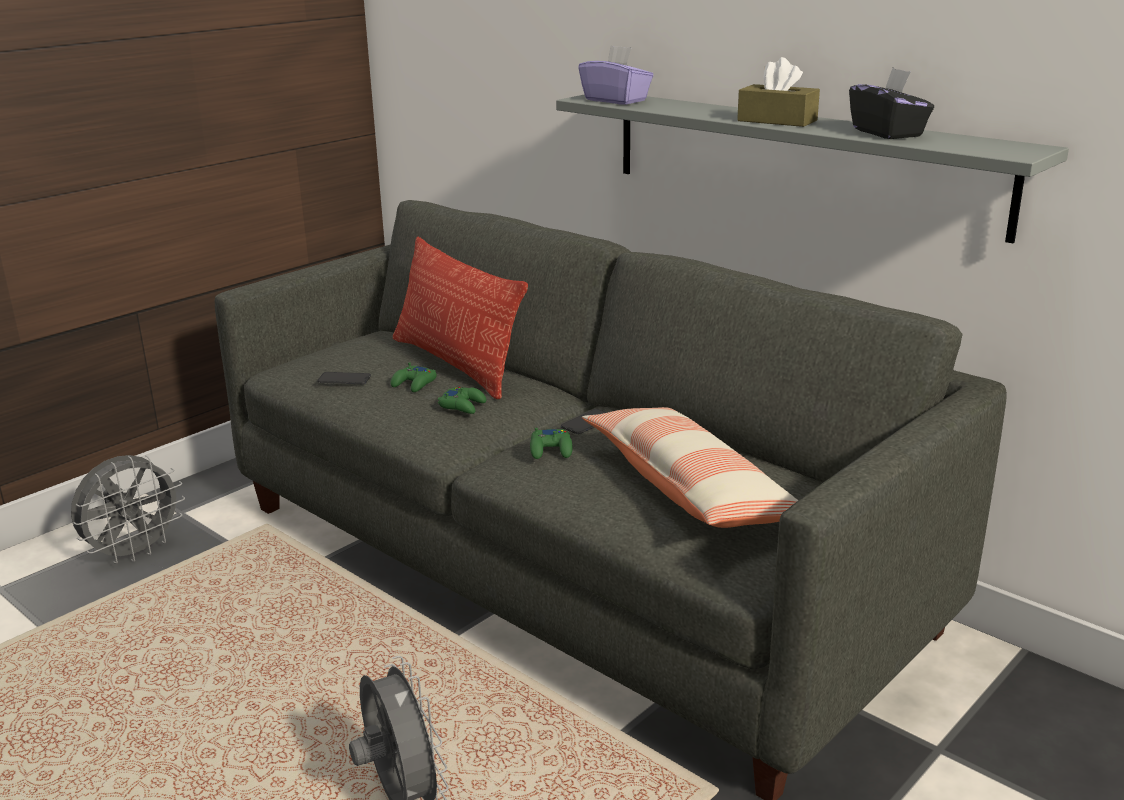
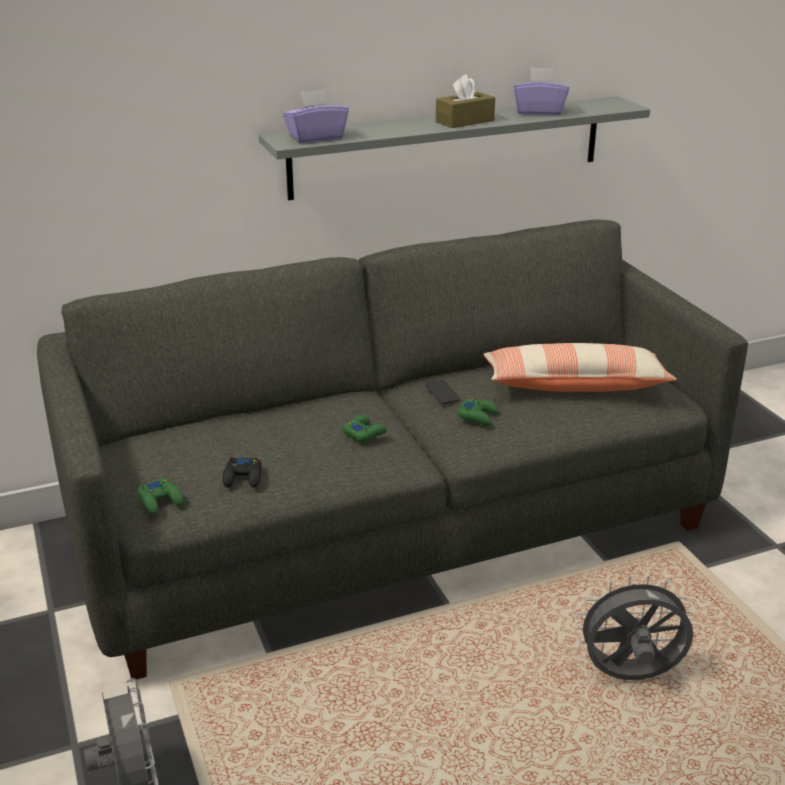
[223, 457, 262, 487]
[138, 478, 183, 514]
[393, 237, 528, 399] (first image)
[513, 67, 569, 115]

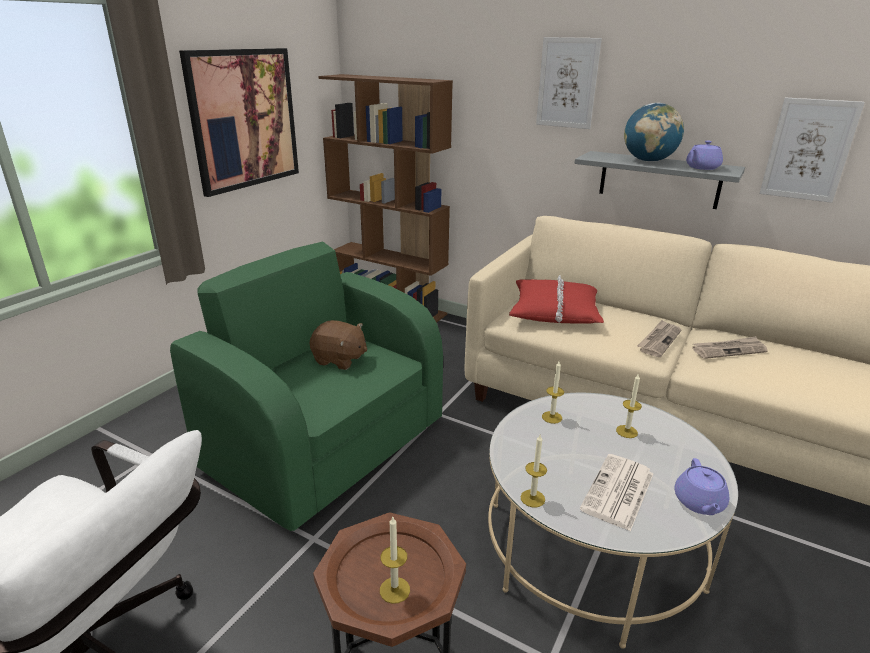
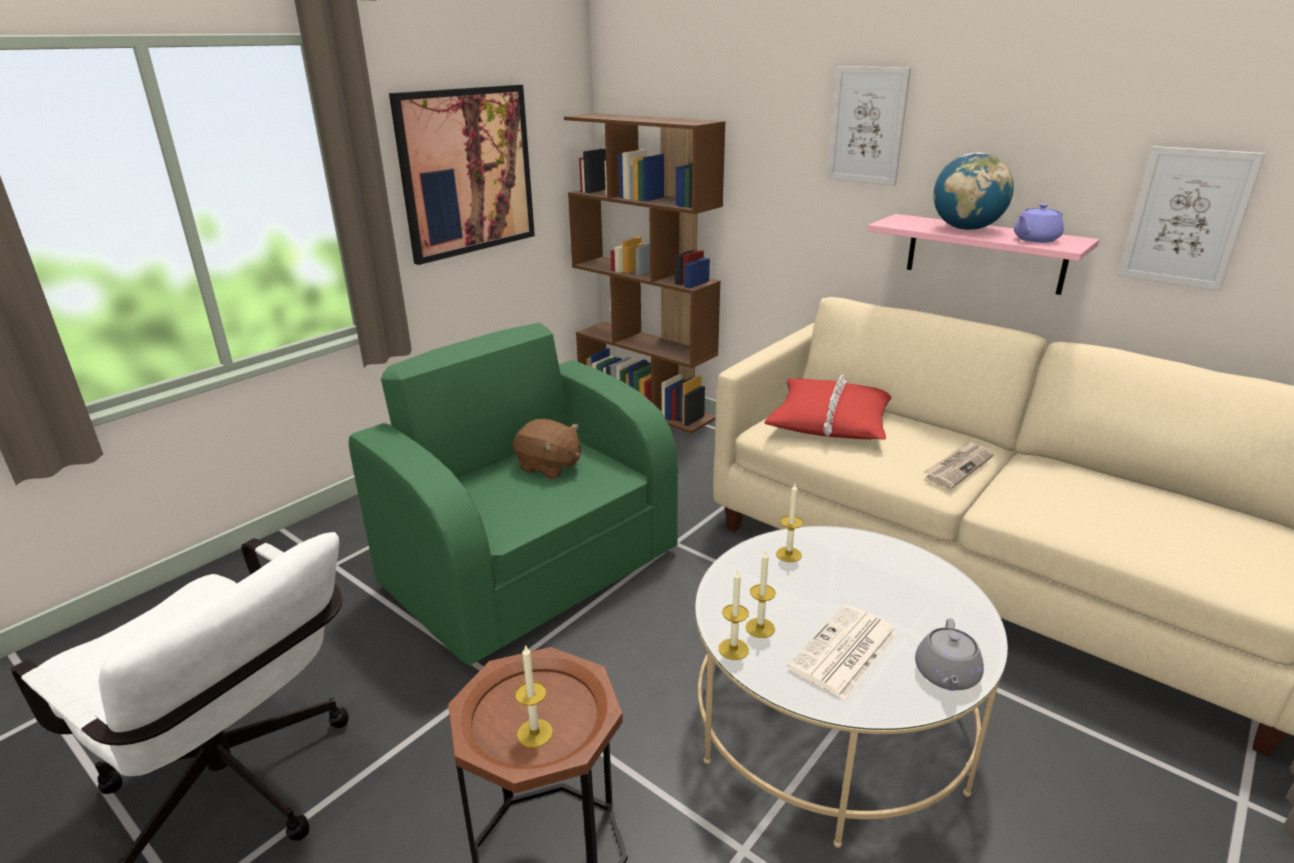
[867, 214, 1099, 295]
[746, 551, 776, 638]
[915, 618, 984, 691]
[692, 336, 768, 359] (first image)

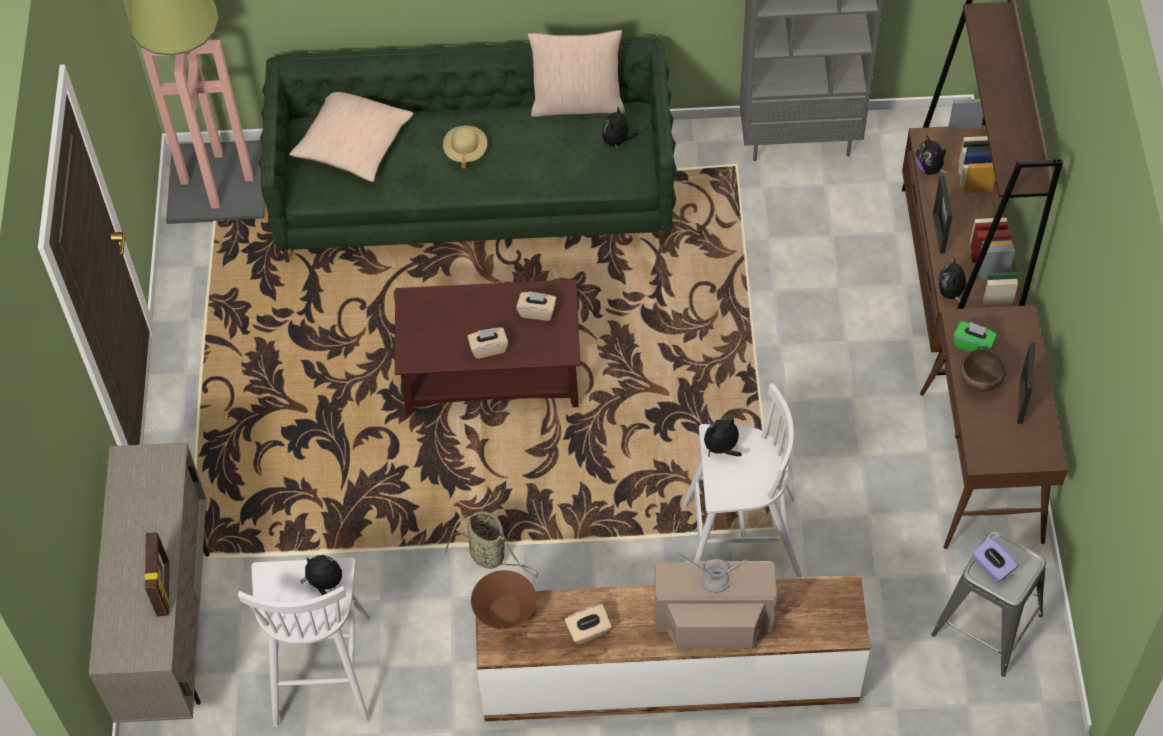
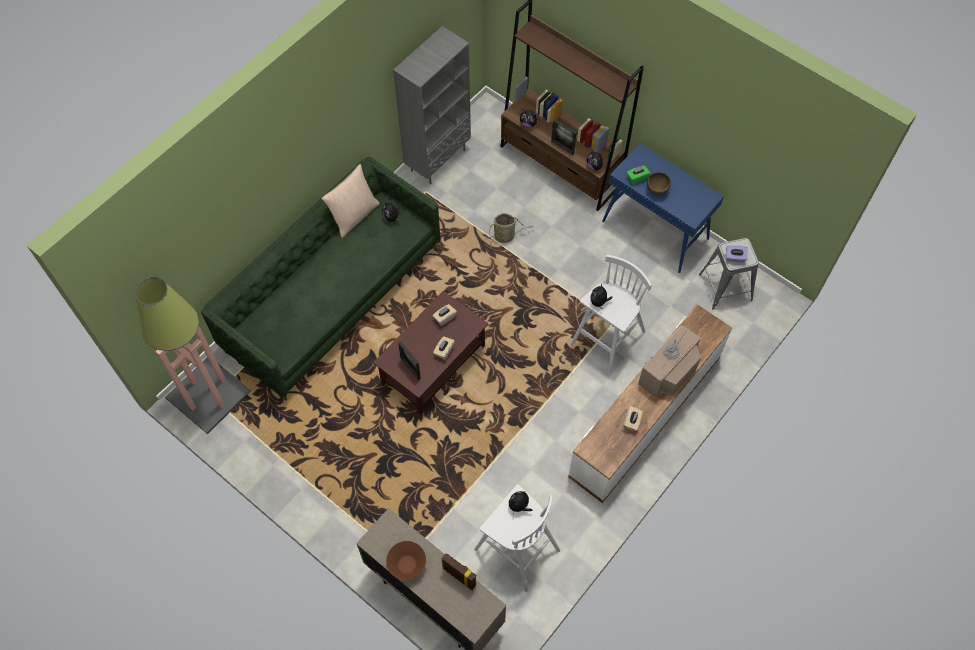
[289, 92, 413, 182] (first image)
[443, 126, 487, 169] (first image)
[484, 213, 533, 248]
[386, 541, 426, 580]
[602, 143, 724, 273]
[398, 341, 421, 380]

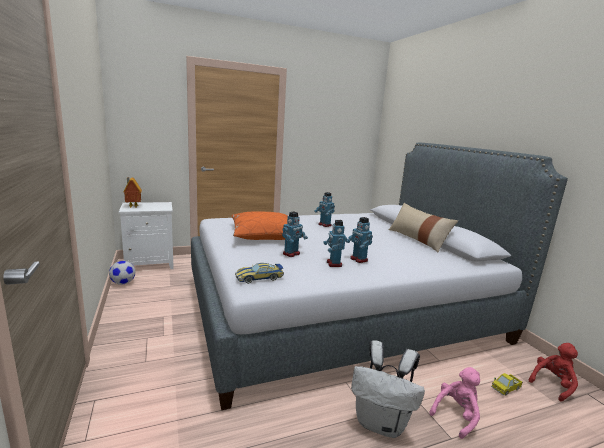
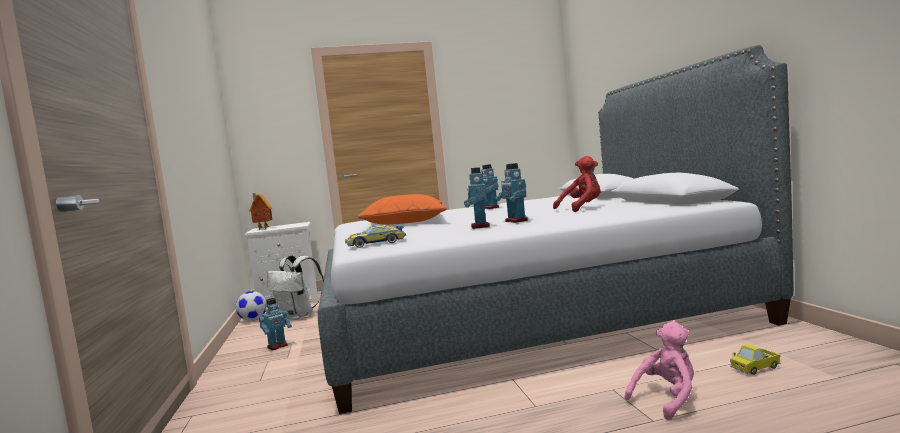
[259, 298, 292, 350]
[267, 256, 324, 320]
[389, 203, 458, 253] (first image)
[553, 156, 601, 212]

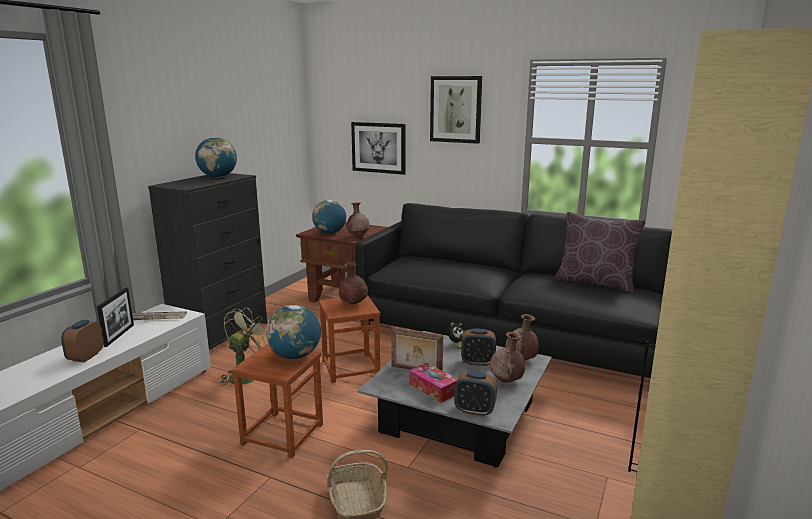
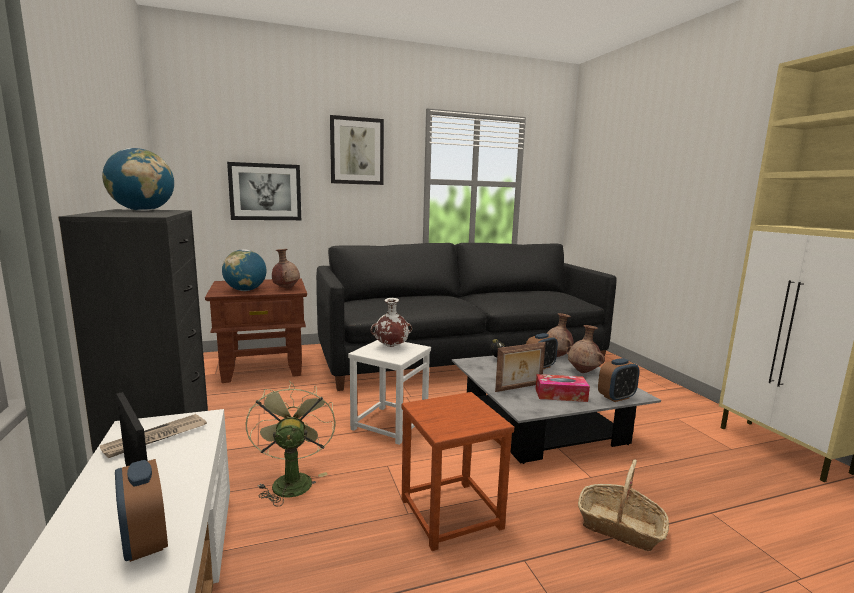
[266, 305, 321, 359] (first image)
[348, 340, 431, 445]
[371, 298, 412, 347]
[555, 212, 646, 292] (first image)

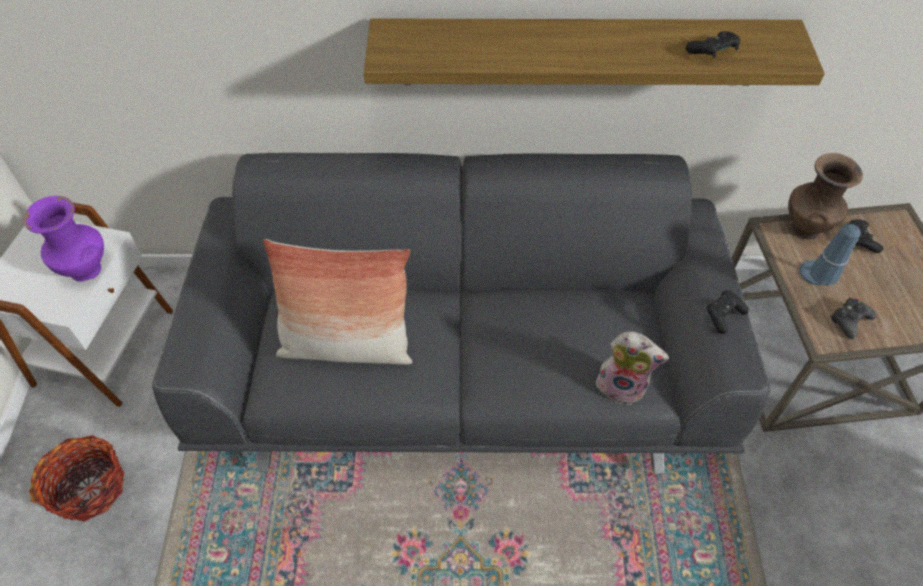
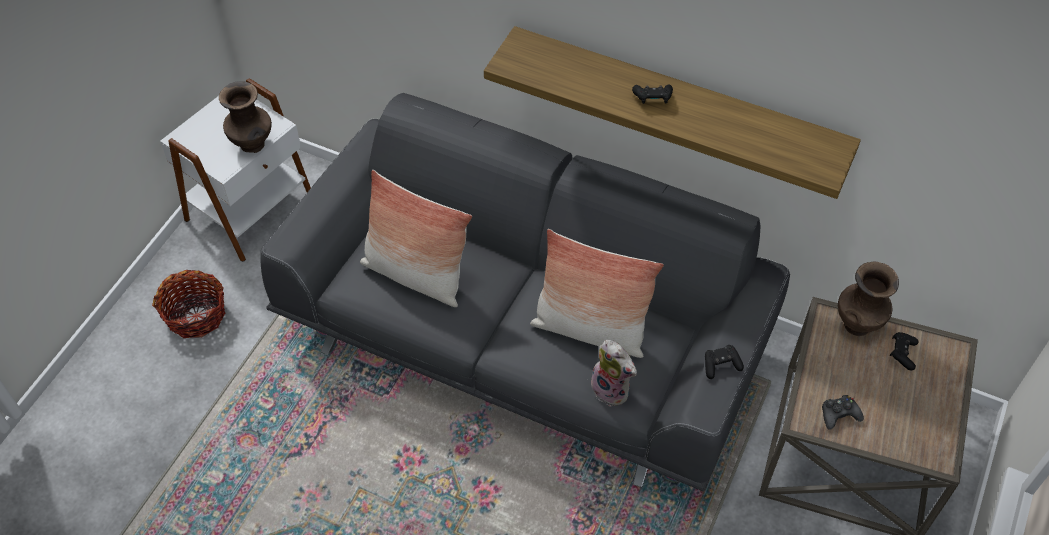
[219, 81, 272, 153]
[632, 85, 673, 104]
[800, 224, 861, 286] (first image)
[530, 229, 664, 358]

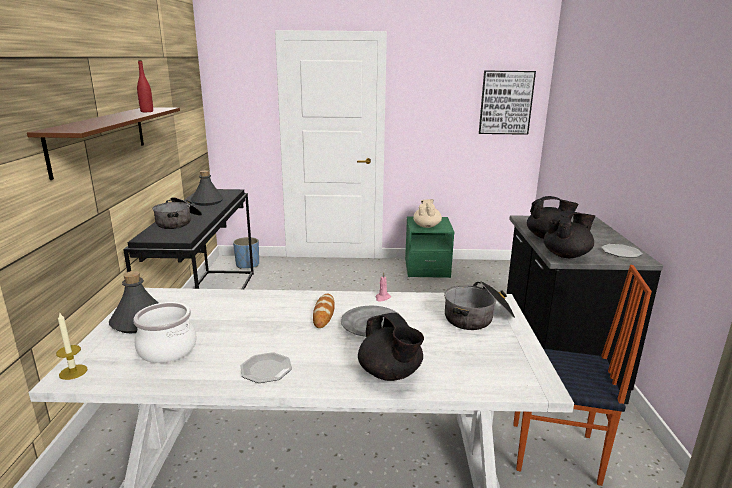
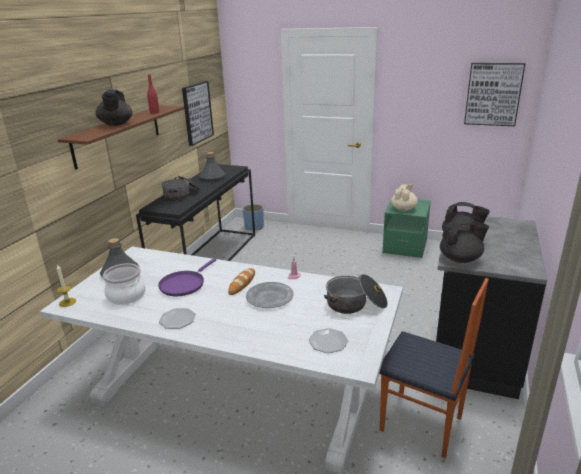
[96, 89, 133, 126]
[309, 328, 348, 353]
[158, 258, 216, 296]
[182, 81, 214, 146]

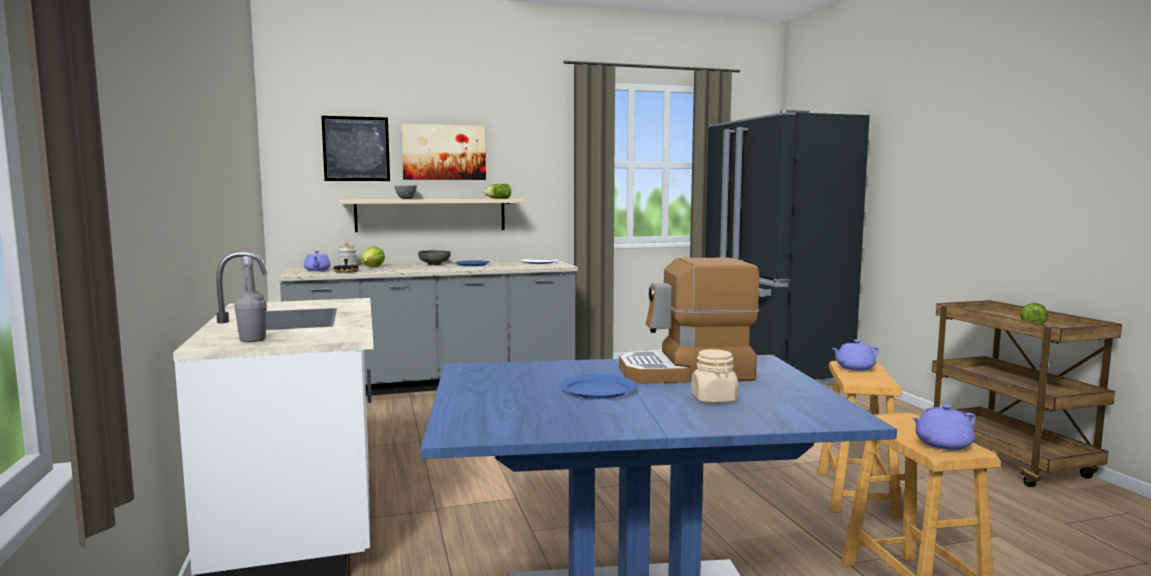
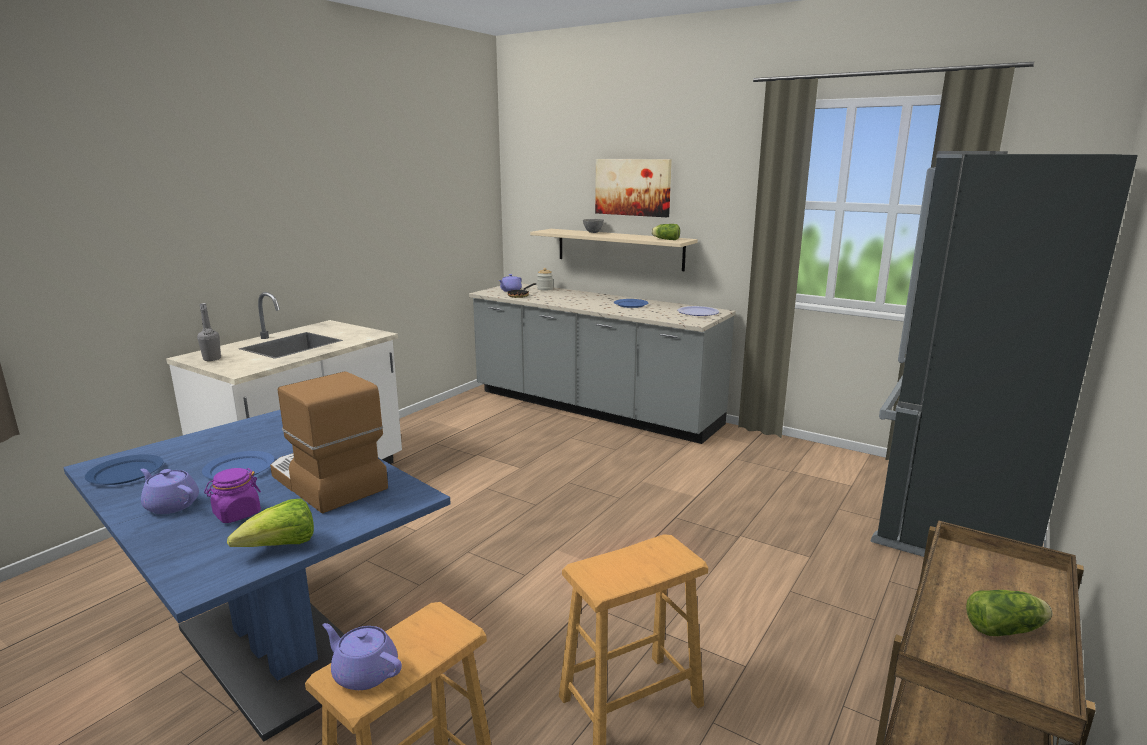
[321, 116, 390, 181] (first image)
[227, 498, 314, 547]
[418, 250, 451, 265] (first image)
[204, 468, 261, 523]
[141, 469, 199, 514]
[85, 454, 163, 485]

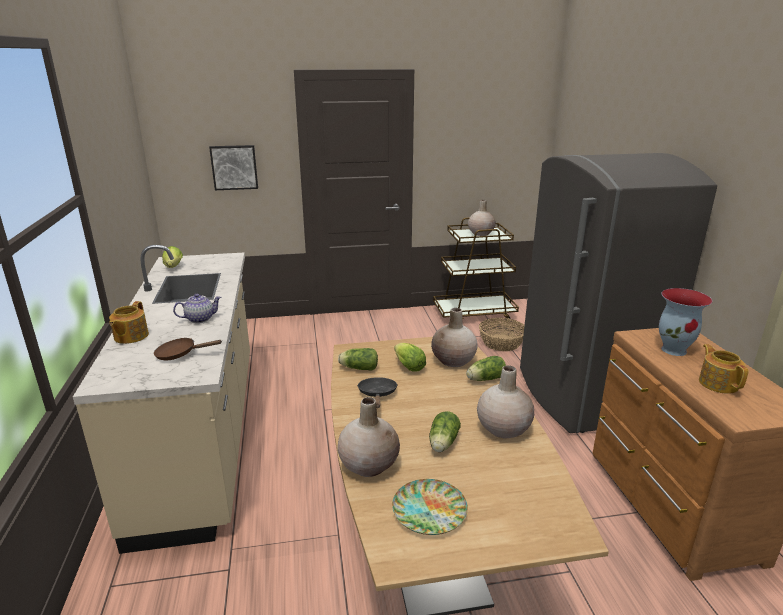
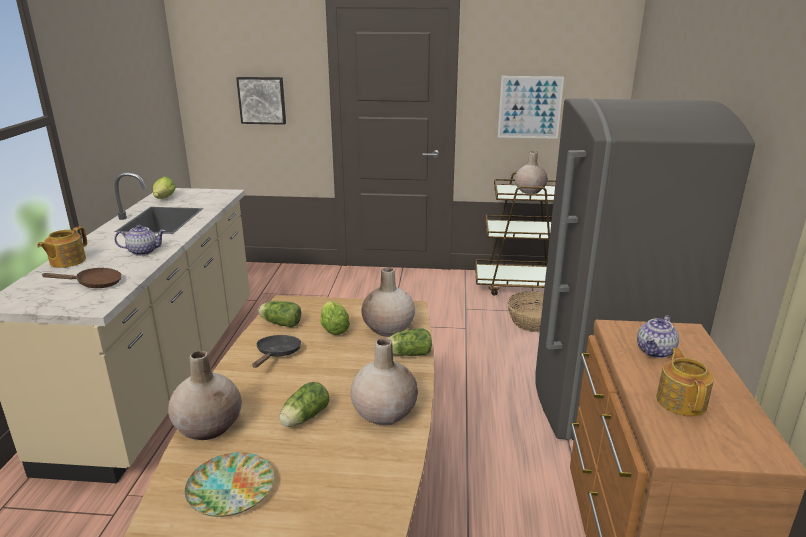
[41, 268, 122, 288]
[637, 315, 679, 358]
[498, 76, 564, 139]

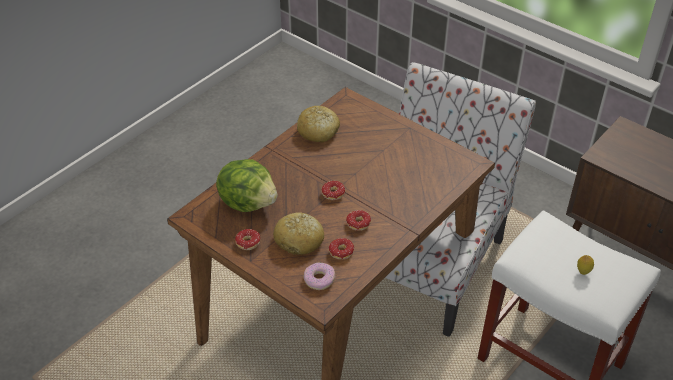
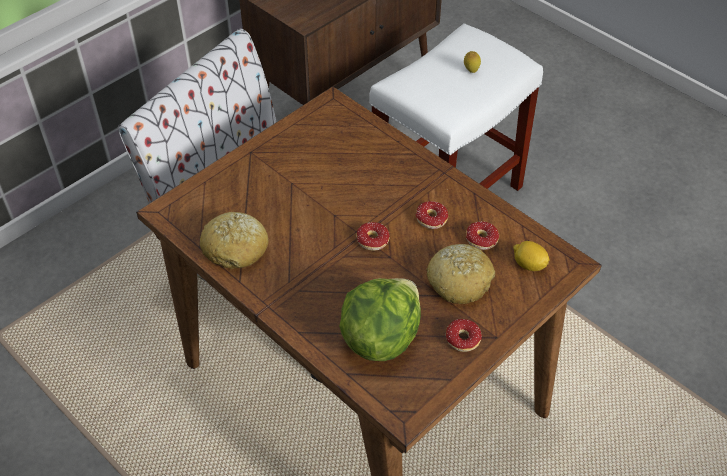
[513, 241, 549, 271]

